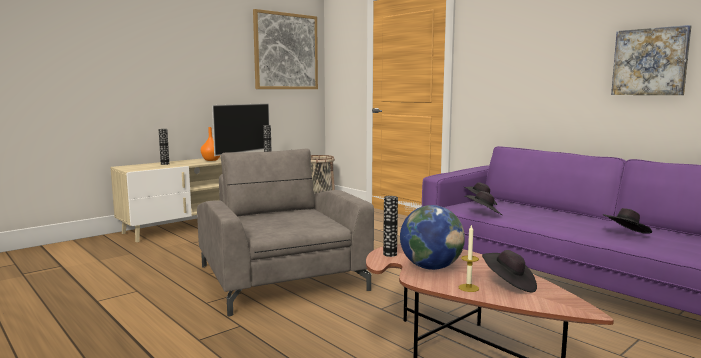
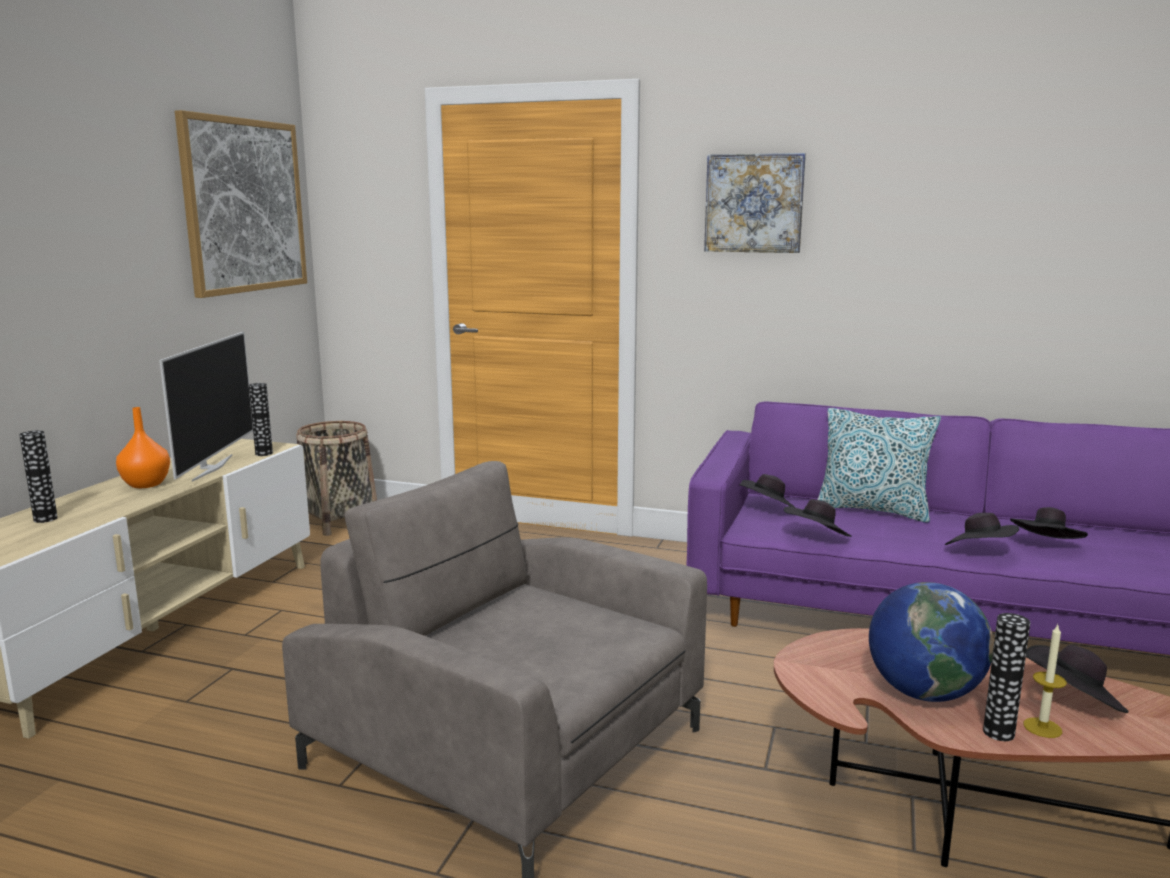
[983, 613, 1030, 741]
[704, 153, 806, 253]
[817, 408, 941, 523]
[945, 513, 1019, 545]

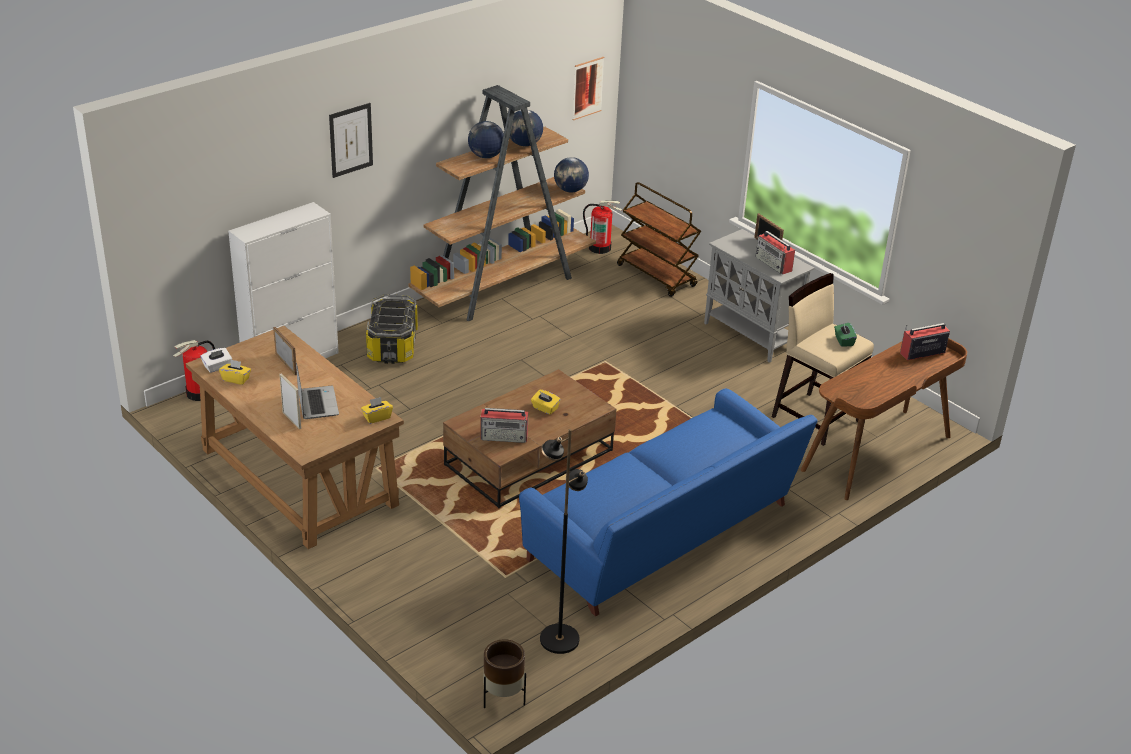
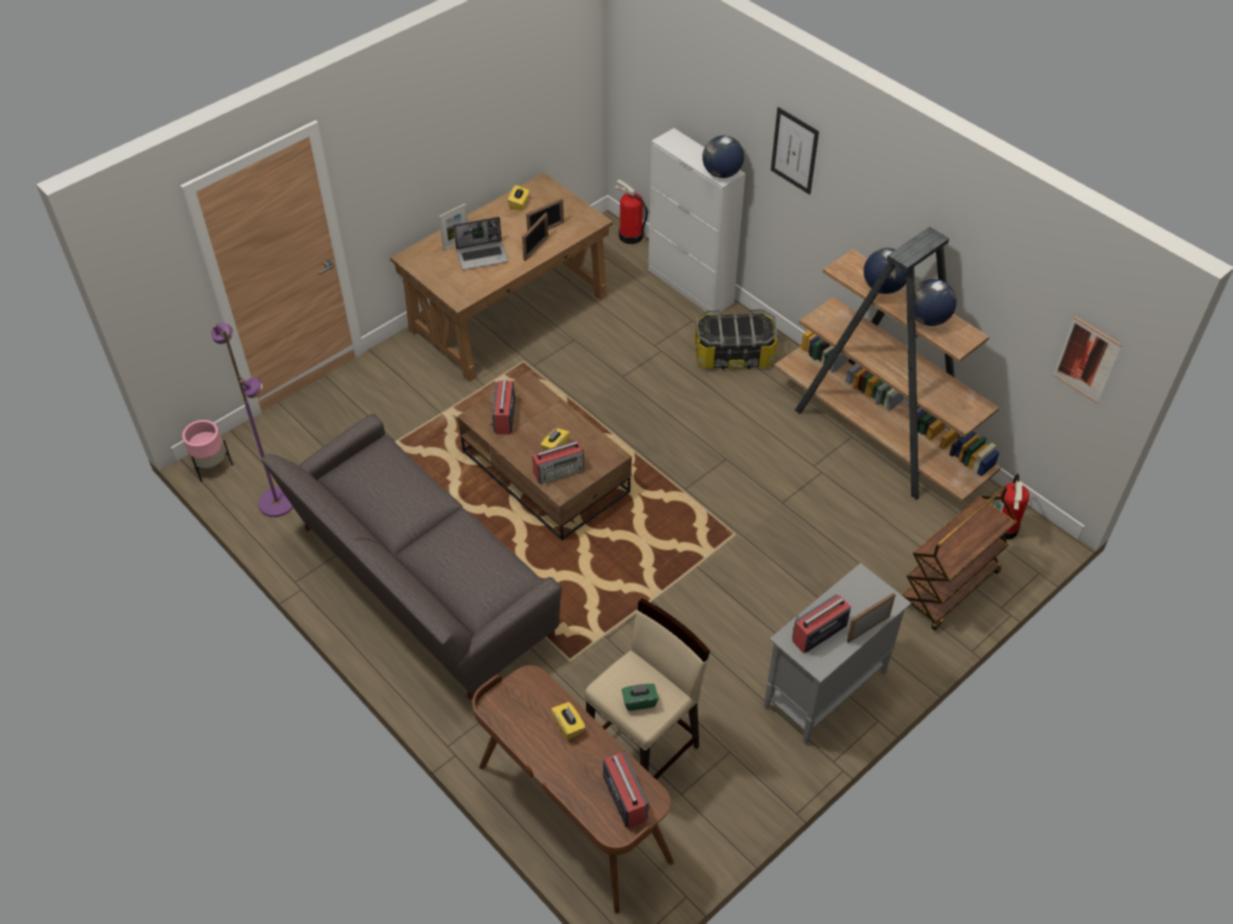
[201, 348, 232, 373] (first image)
[551, 702, 586, 740]
[182, 420, 233, 482]
[261, 413, 562, 700]
[211, 323, 293, 517]
[702, 135, 744, 178]
[522, 213, 548, 261]
[532, 440, 584, 484]

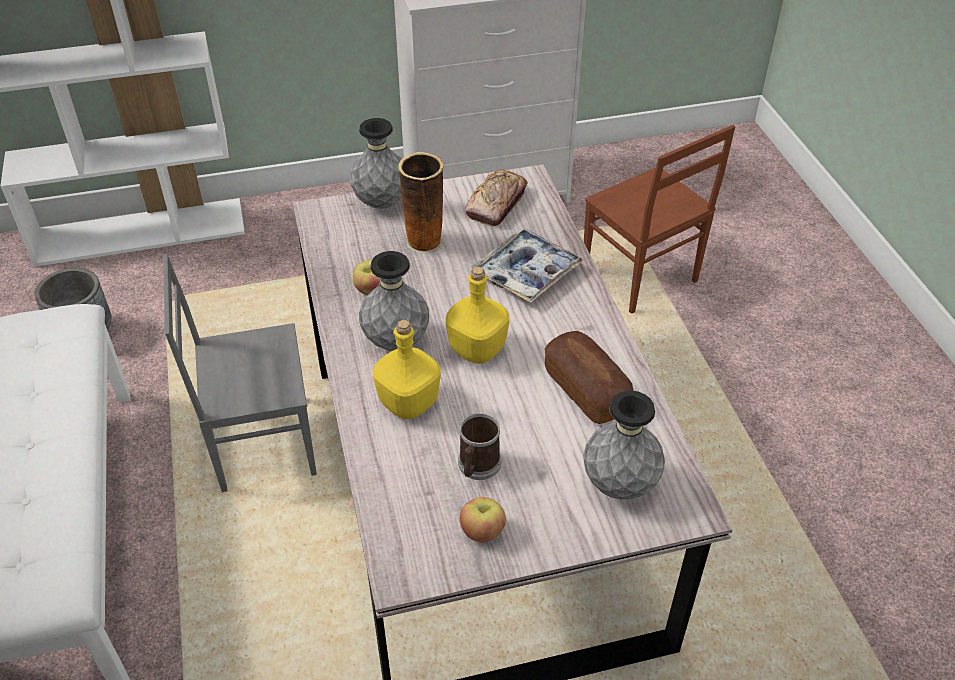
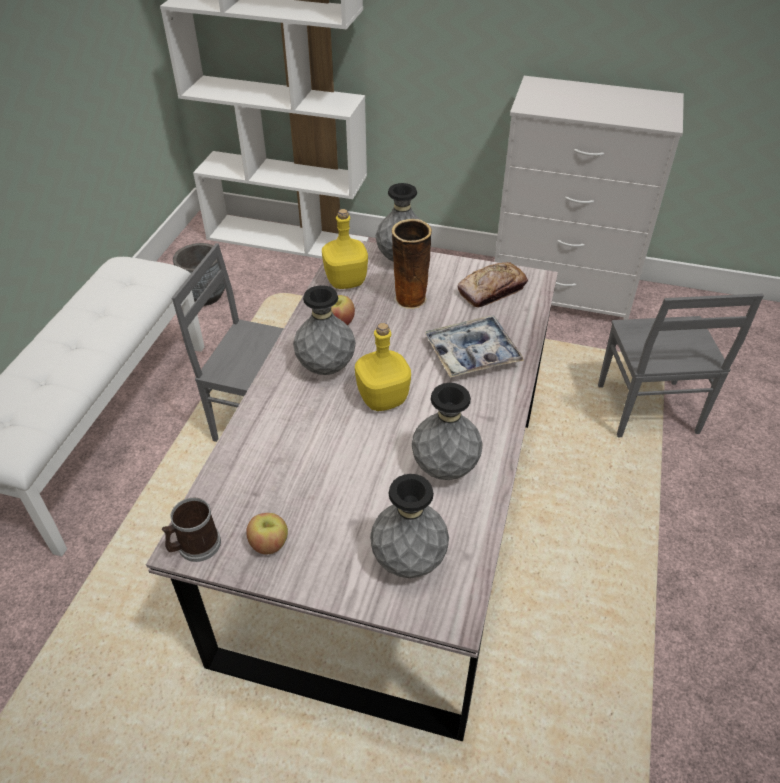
[322, 209, 368, 289]
[162, 498, 221, 562]
[412, 383, 482, 480]
[598, 294, 764, 437]

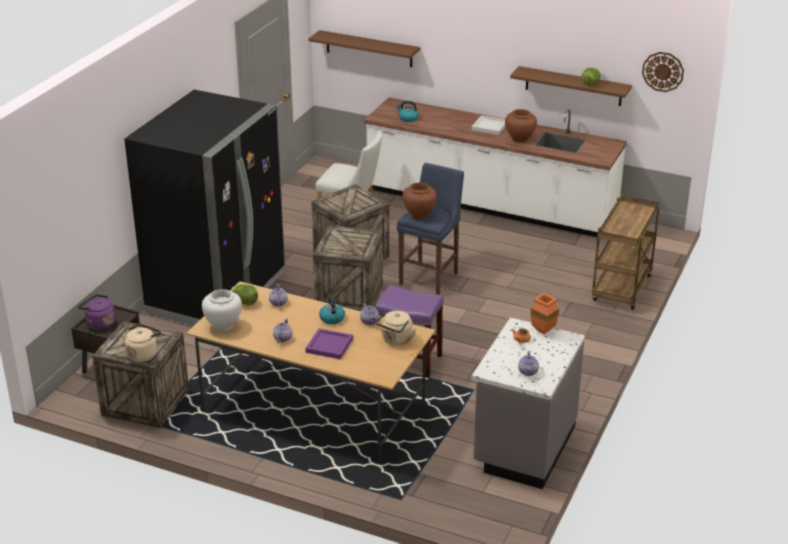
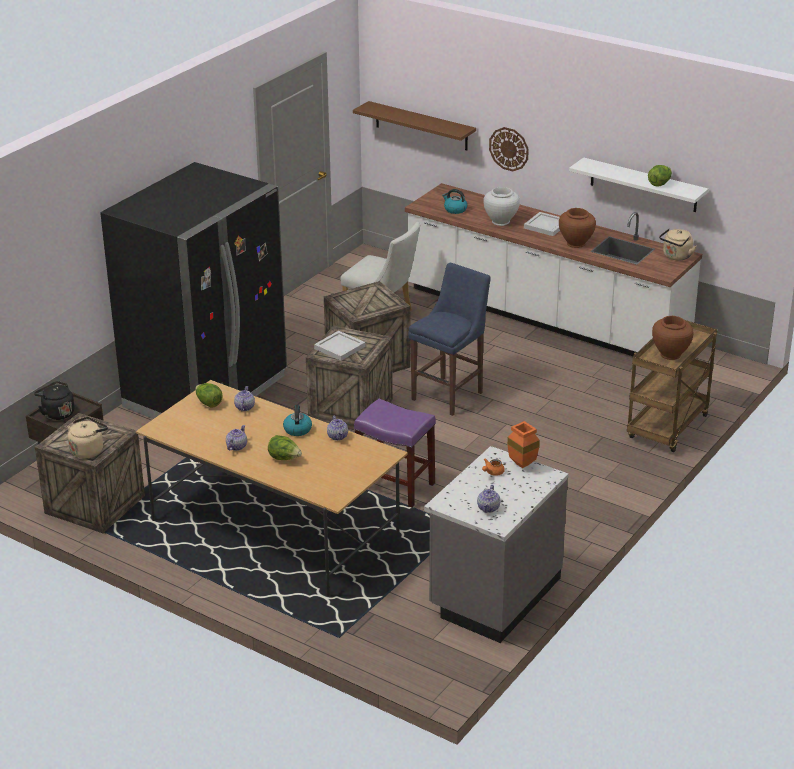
[34, 381, 75, 420]
[484, 187, 520, 226]
[268, 435, 302, 460]
[659, 228, 696, 260]
[652, 316, 694, 360]
[569, 157, 708, 212]
[489, 127, 529, 171]
[314, 331, 365, 361]

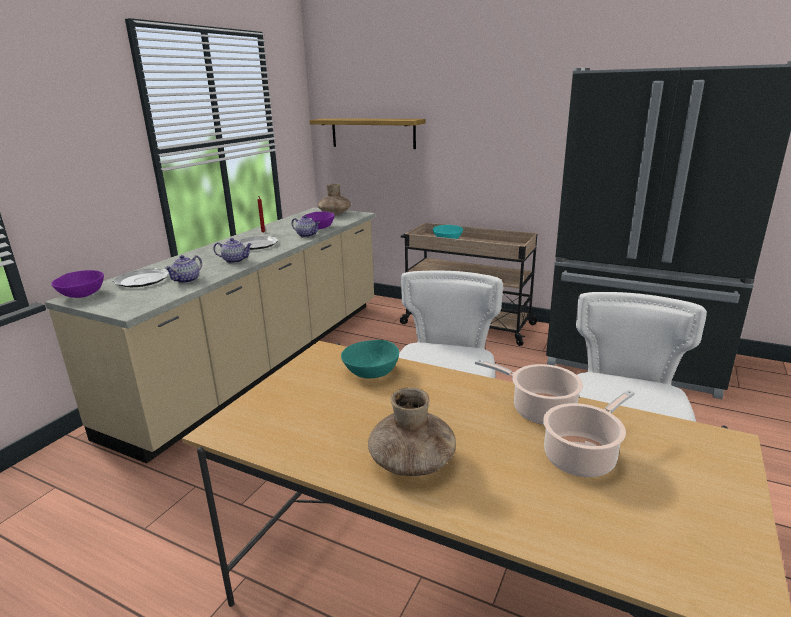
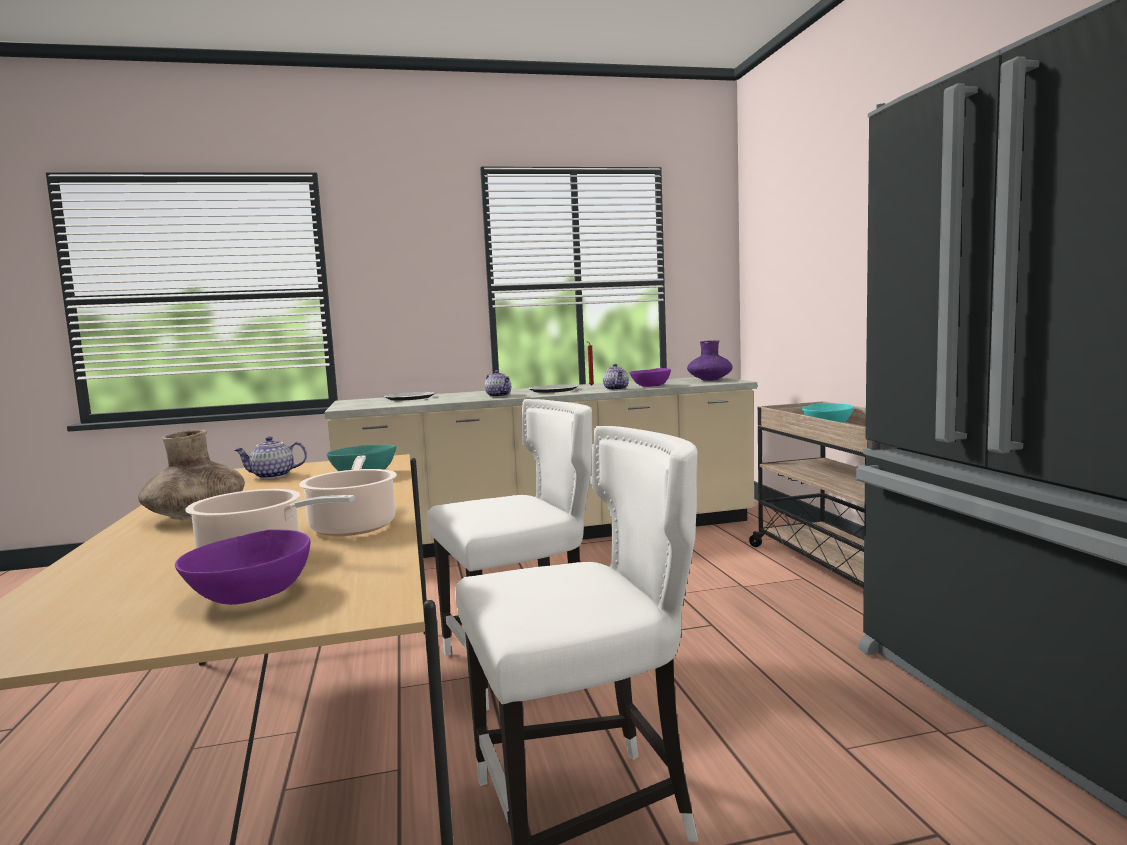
[175, 529, 310, 605]
[234, 436, 307, 479]
[310, 118, 426, 149] (first image)
[687, 340, 733, 381]

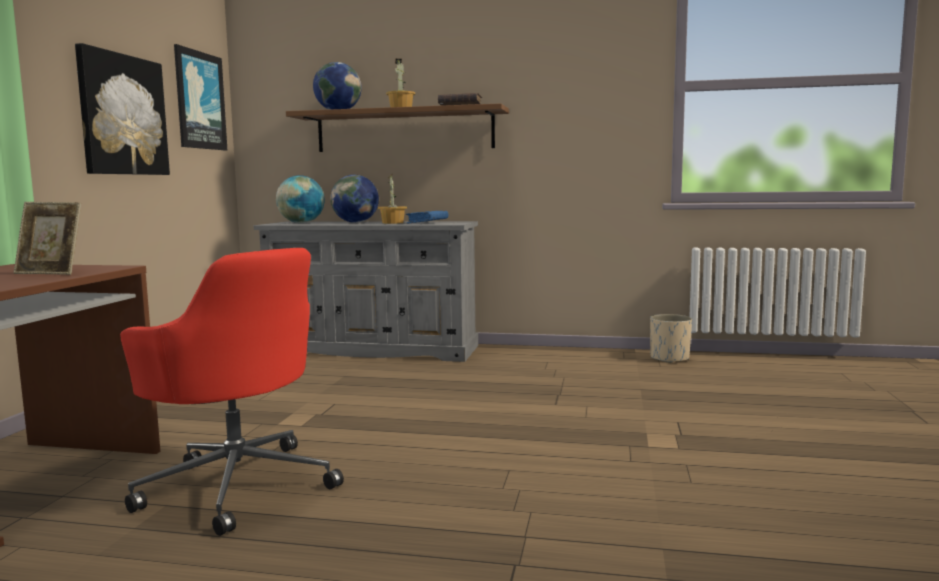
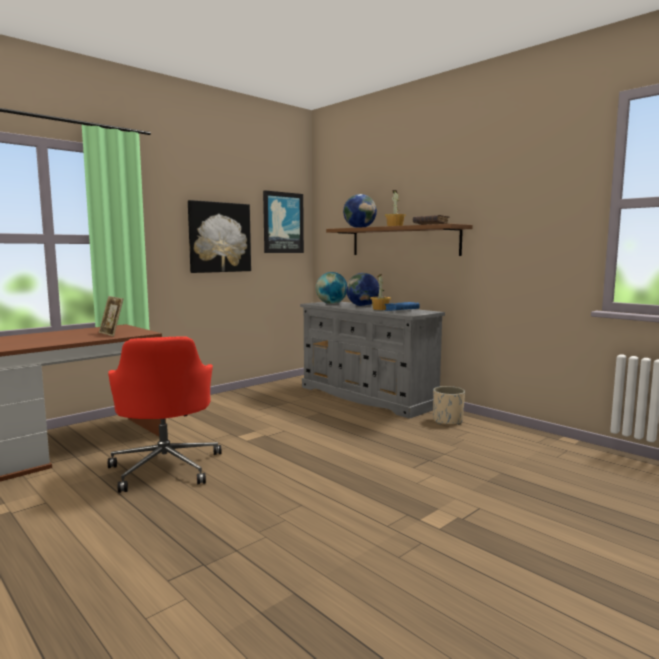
[433, 386, 465, 425]

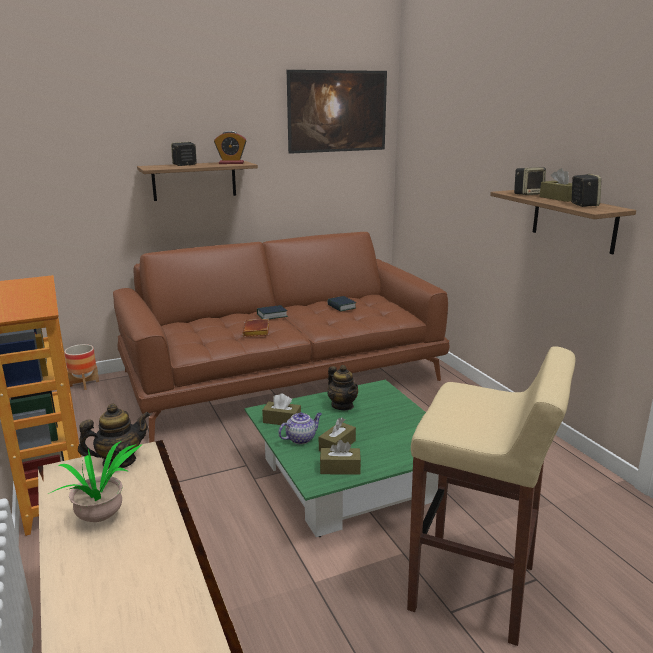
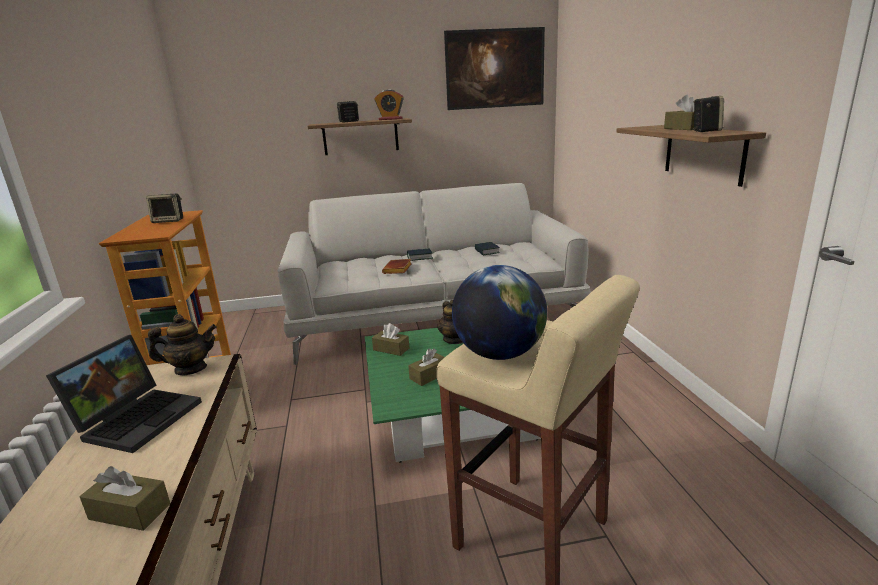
[46, 335, 202, 453]
[64, 344, 99, 390] (first image)
[278, 183, 590, 365]
[278, 412, 322, 444] (first image)
[80, 466, 170, 531]
[146, 194, 183, 223]
[452, 265, 547, 360]

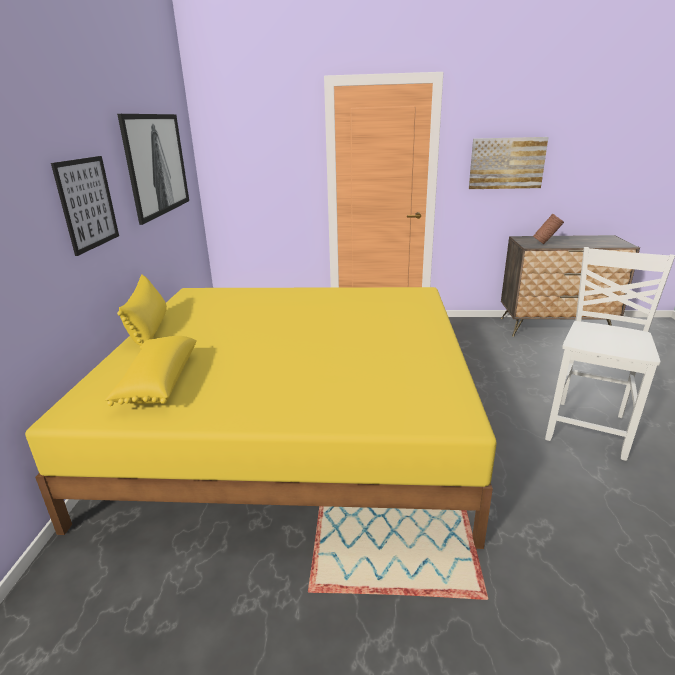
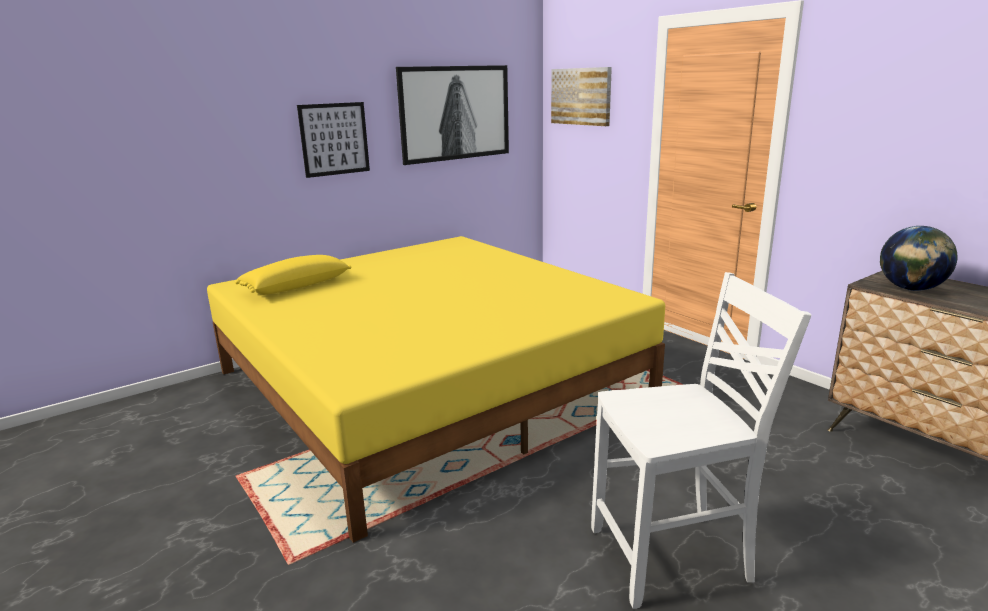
[117, 274, 167, 349] (first image)
[551, 67, 612, 126]
[880, 226, 958, 291]

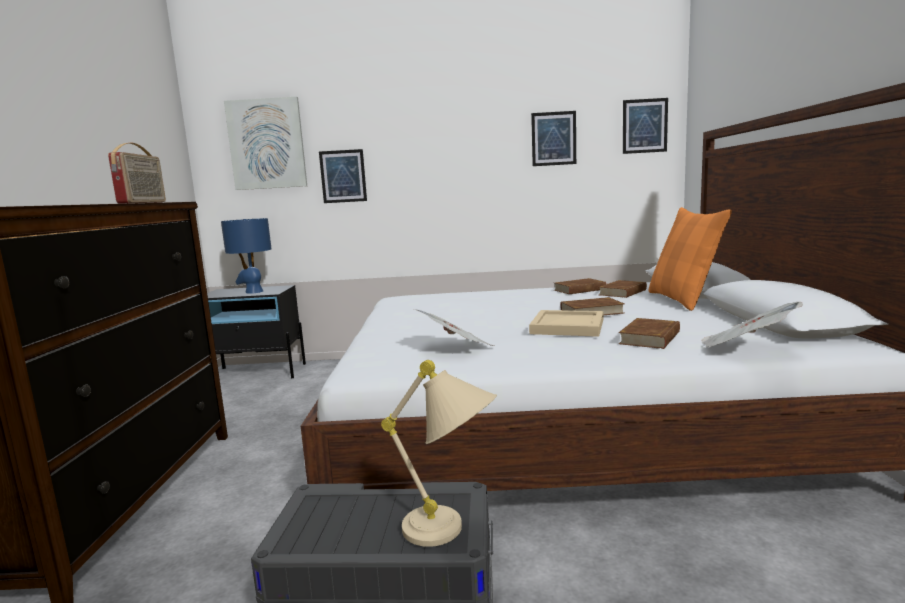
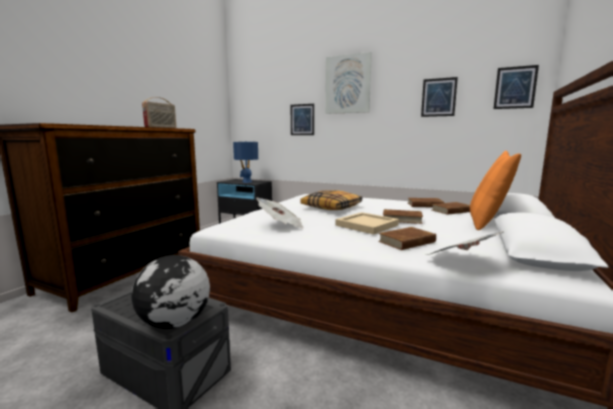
[325, 52, 372, 114]
[131, 255, 210, 329]
[300, 190, 362, 210]

